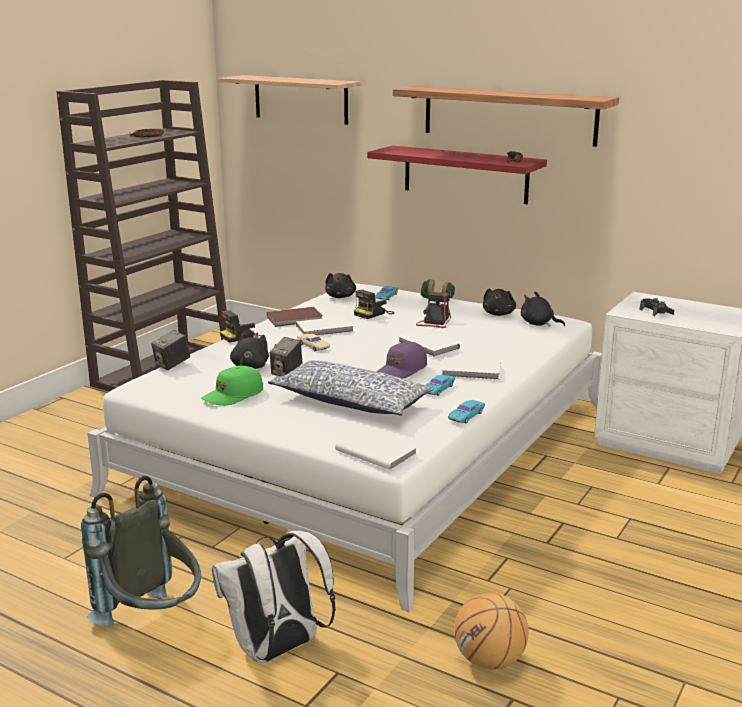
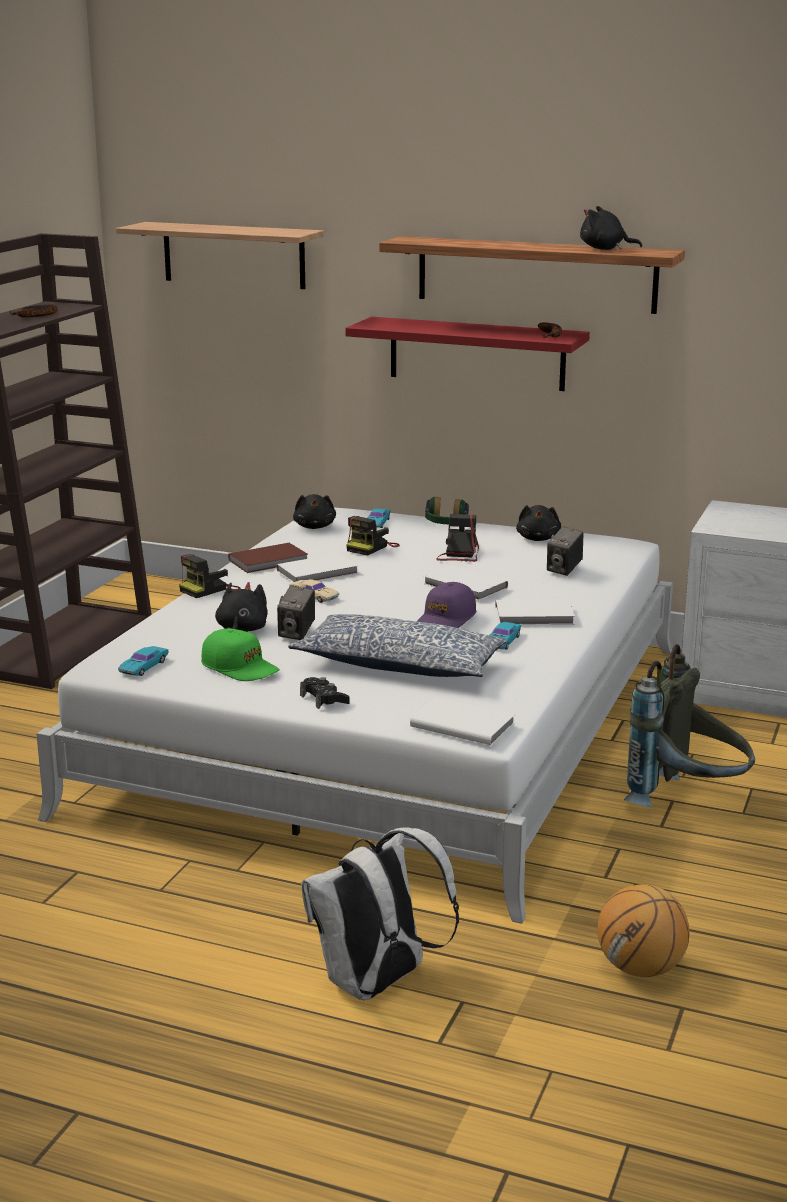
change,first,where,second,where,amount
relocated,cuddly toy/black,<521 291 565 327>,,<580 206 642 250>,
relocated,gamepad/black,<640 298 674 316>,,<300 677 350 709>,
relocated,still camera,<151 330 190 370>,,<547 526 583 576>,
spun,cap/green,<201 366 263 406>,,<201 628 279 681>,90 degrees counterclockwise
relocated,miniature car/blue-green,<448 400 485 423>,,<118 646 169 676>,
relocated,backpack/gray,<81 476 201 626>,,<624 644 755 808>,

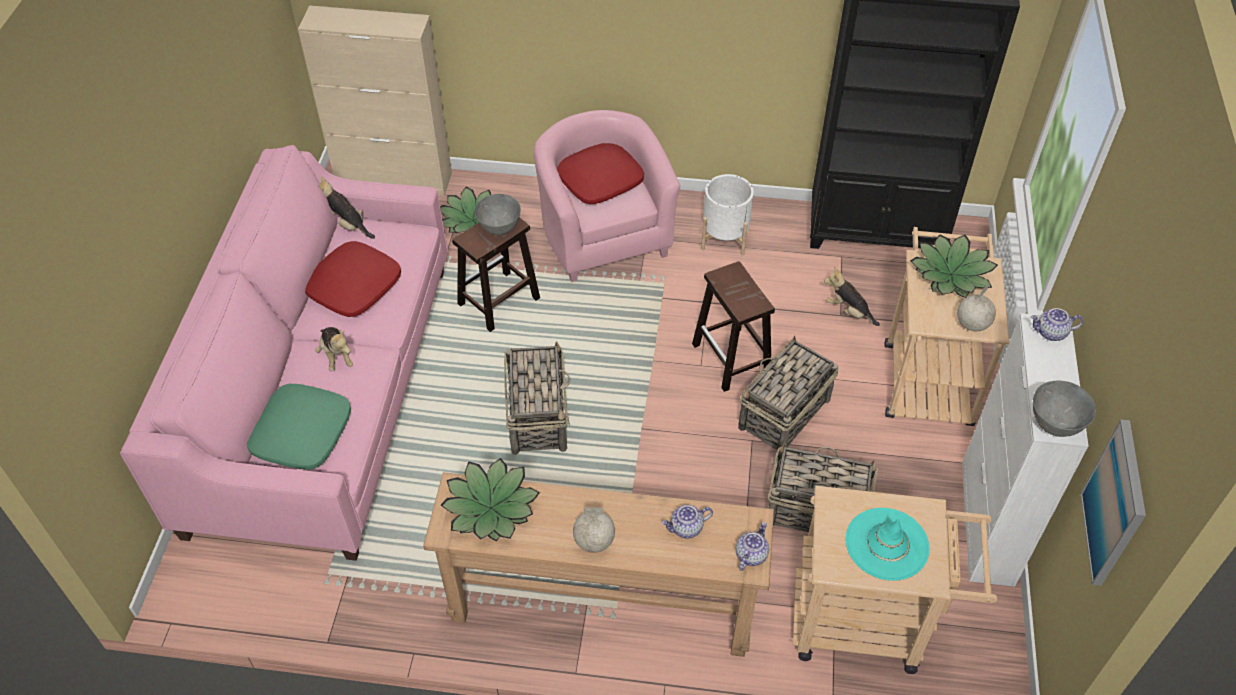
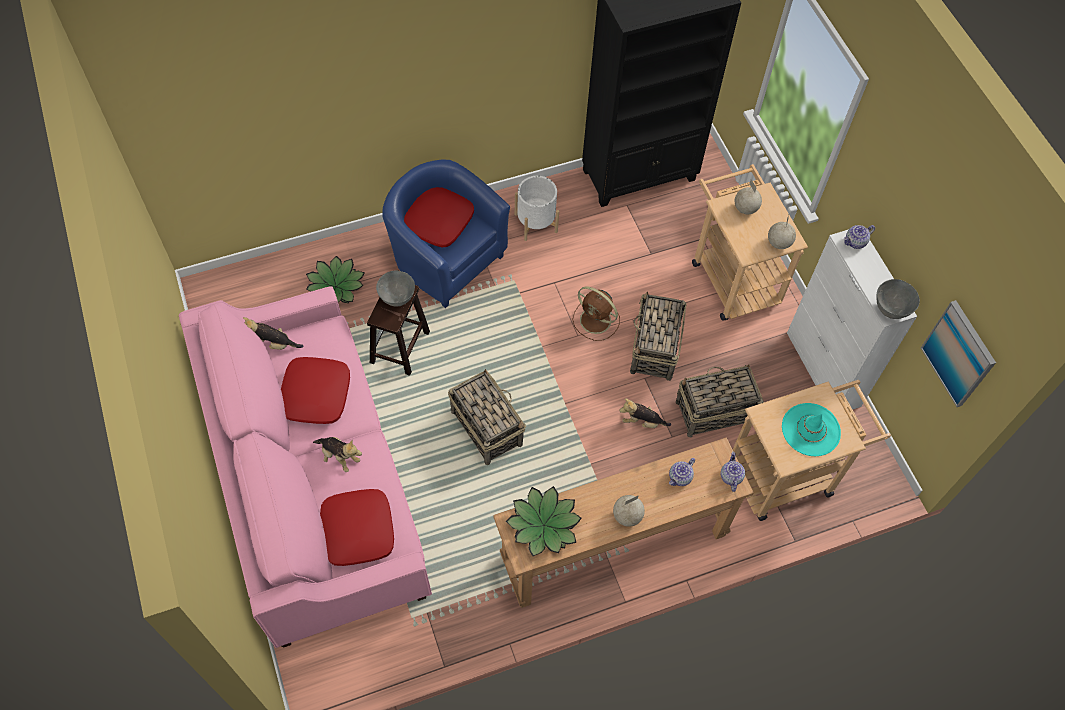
change,first,where,second,where,amount
missing,cabinet/beige-coloured,<298 5 452 196>,,,
colour,lounge chair/pink-coloured,<534 110 680 282>,lounge chair/blue,<382 160 510 308>,
exchanged,potted plant,<910 234 998 298>,desk globe,<735 179 762 214>,
exchanged,stool/brownish,<692 261 775 392>,cooling fan/brownish,<572 286 620 341>,
relocated,cuddly toy,<824 267 880 326>,,<619 398 671 428>,
colour,cushion/green,<247 384 351 470>,cushion/red-coloured,<320 489 394 566>,

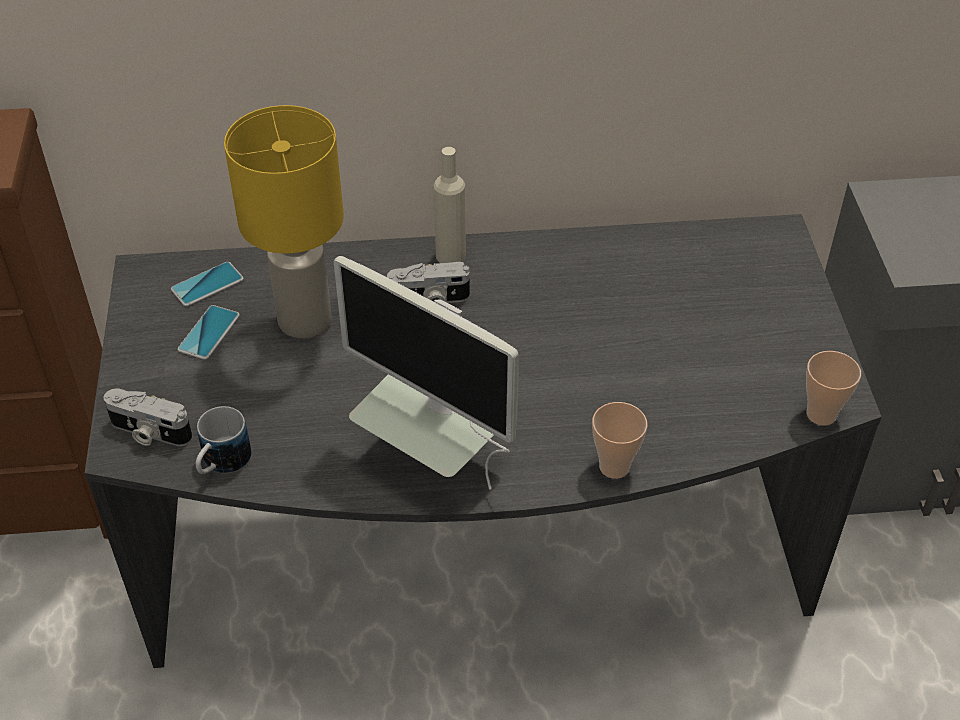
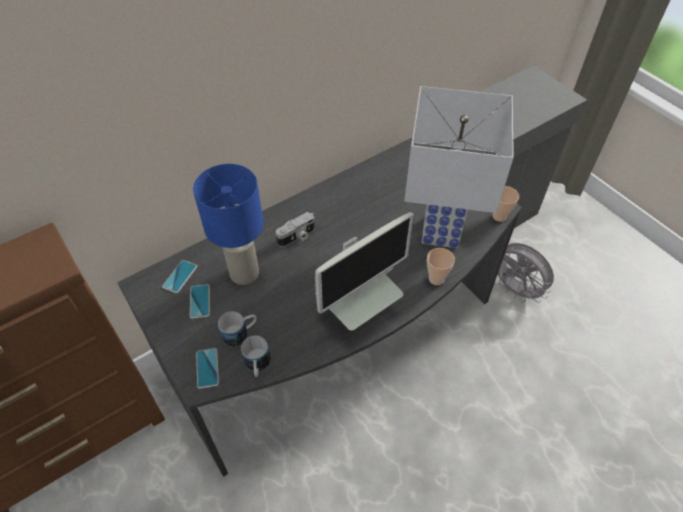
change,first,where,second,where,amount
colour,lamp for a table/yellow,<224 105 344 339>,lamp for a table/blue,<193 164 263 285>,
missing,bottle/beige-coloured,<434 147 466 263>,,,
spun,computer display,<334 256 519 490>,,<315 212 414 330>,45 degrees counterclockwise
exchanged,still camera,<104 388 193 446>,phone,<196 348 219 389>,
appeared,,,lamp for a table/white-coloured,<404 86 514 248>,
appeared,,,cooling fan/gray,<497 243 554 303>,
appeared,,,coffee mug,<218 311 257 347>,

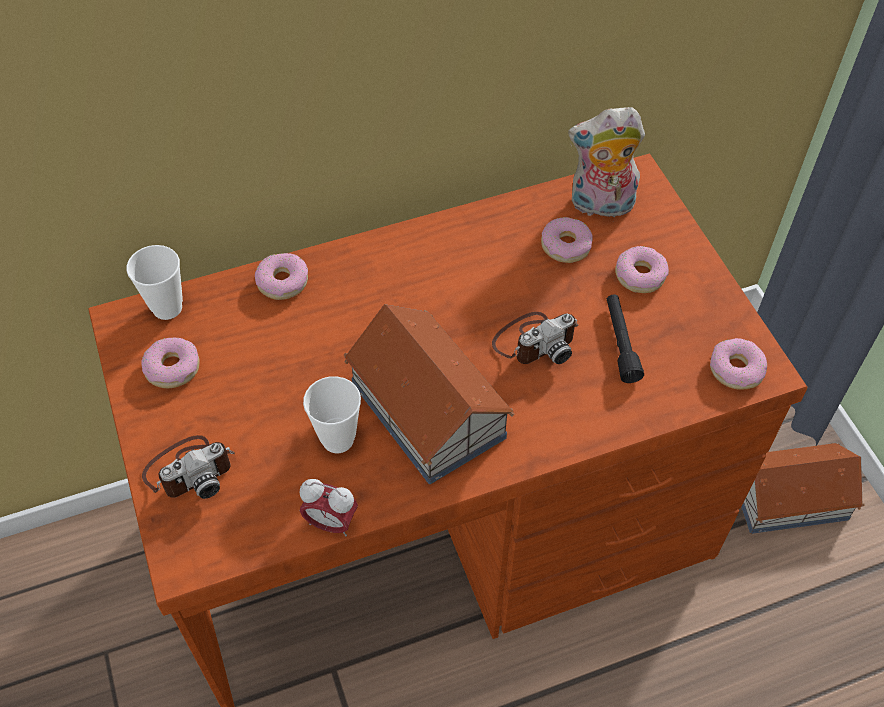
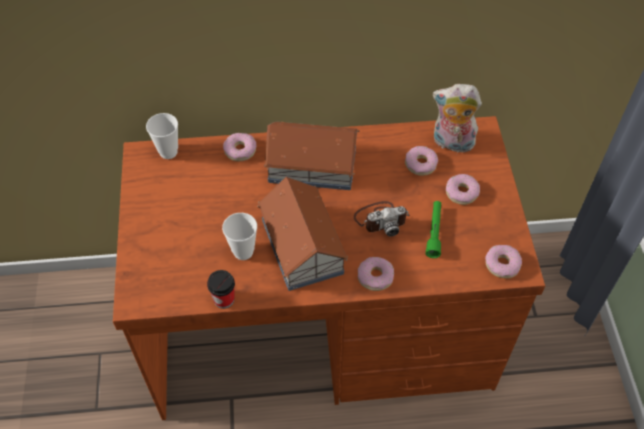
change,first,where,second,where,amount
colour,torch/black,<607 295 644 383>,torch/green,<426 201 441 258>,
relocated,ring doughnut,<141 337 200 388>,,<358 257 394 291>,
missing,still camera,<142 435 235 499>,,,
relocated,model house,<741 443 865 534>,,<264 122 360 190>,
exchanged,alarm clock,<299 479 358 537>,small cup,<207 270 235 309>,

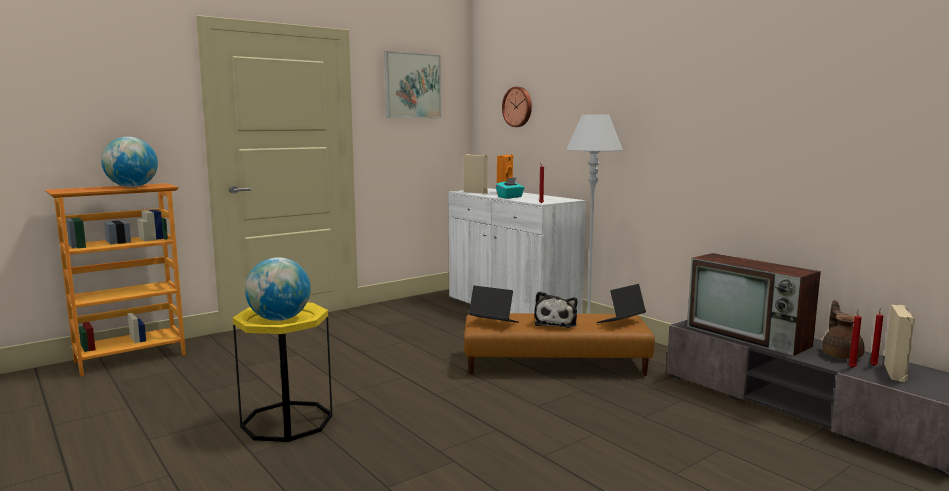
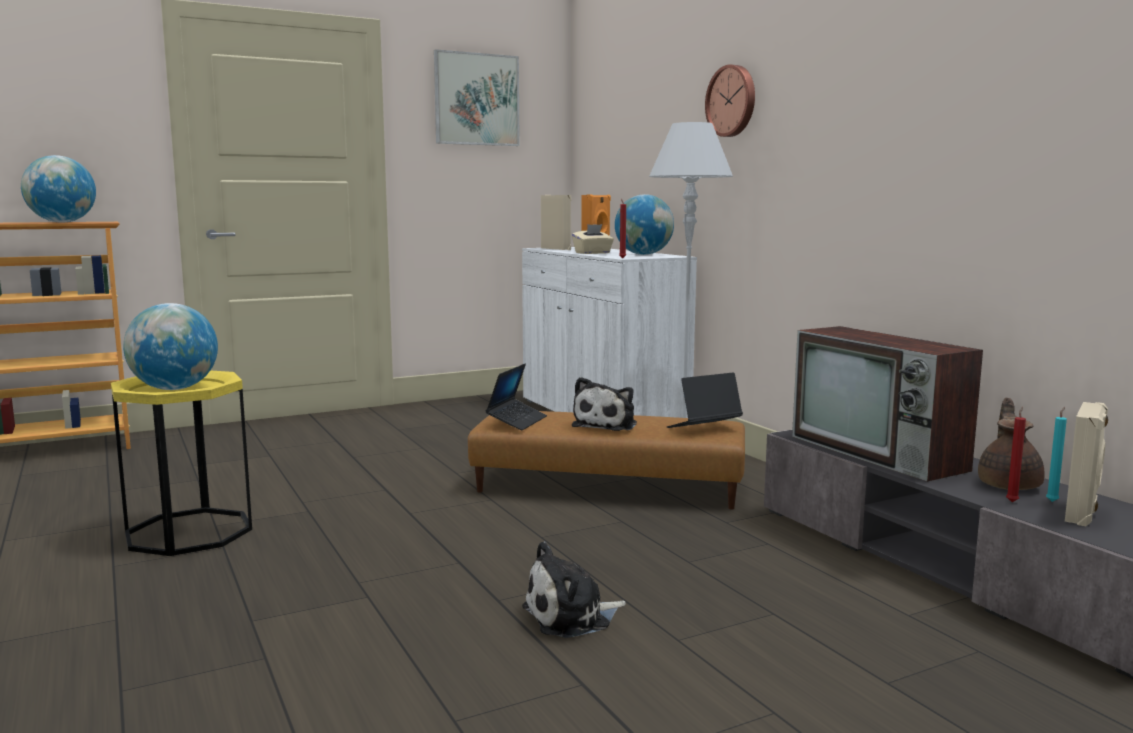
change,first,where,second,where,amount
relocated,hanging clock,<502 87 532 127>,,<705 64 755 137>,
colour,tissue box/blue-green,<496 177 525 198>,tissue box/beige-coloured,<572 224 614 254>,
spun,portable computer,<469 286 519 323>,,<486 364 547 430>,75 degrees clockwise
colour,candle/red-coloured,<870 308 883 366>,candle/blue-green,<1046 407 1067 502>,
appeared,,,desk globe,<615 194 674 255>,
appeared,,,cuddly toy,<522 541 626 638>,

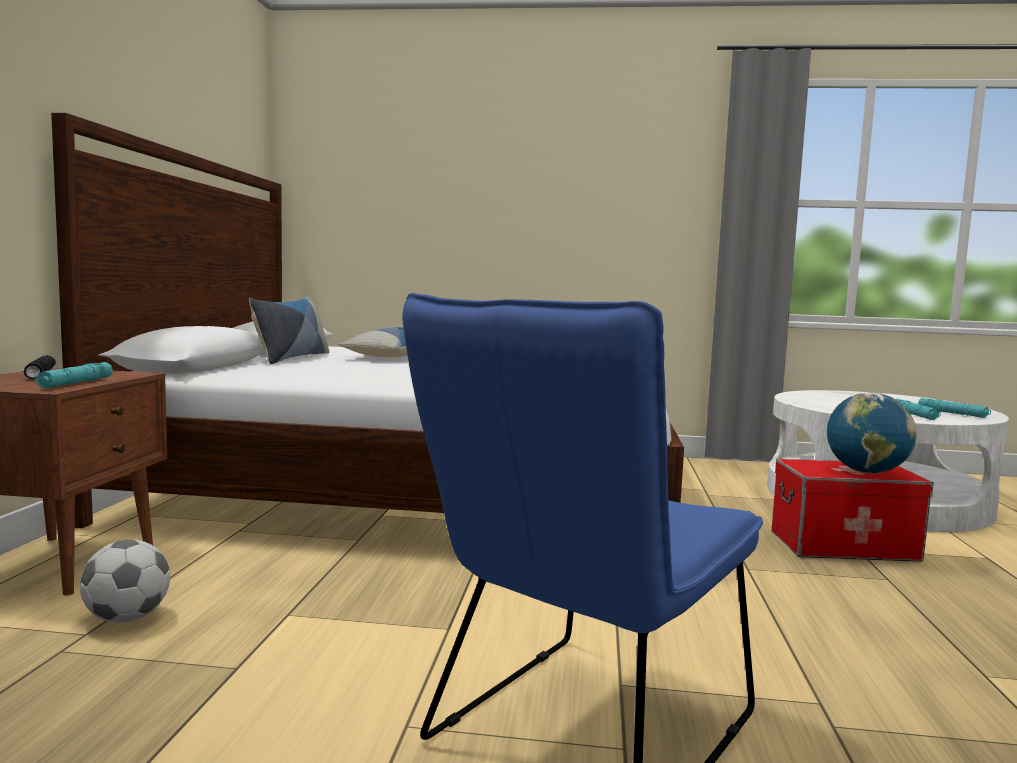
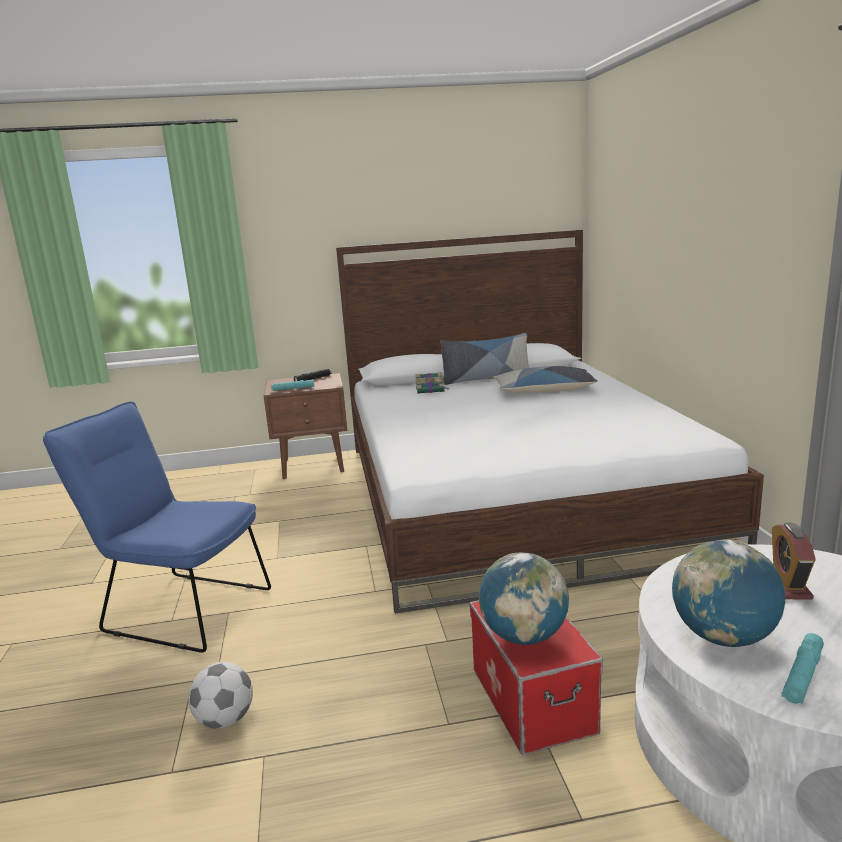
change,first,where,second,where,amount
exchanged,torch/blue-green,<895 398 941 420>,desk globe,<672 540 785 647>,
relocated,football,<80 540 170 623>,,<188 662 253 729>,
appeared,,,bound book,<415 372 448 394>,
appeared,,,alarm clock,<772 523 816 600>,

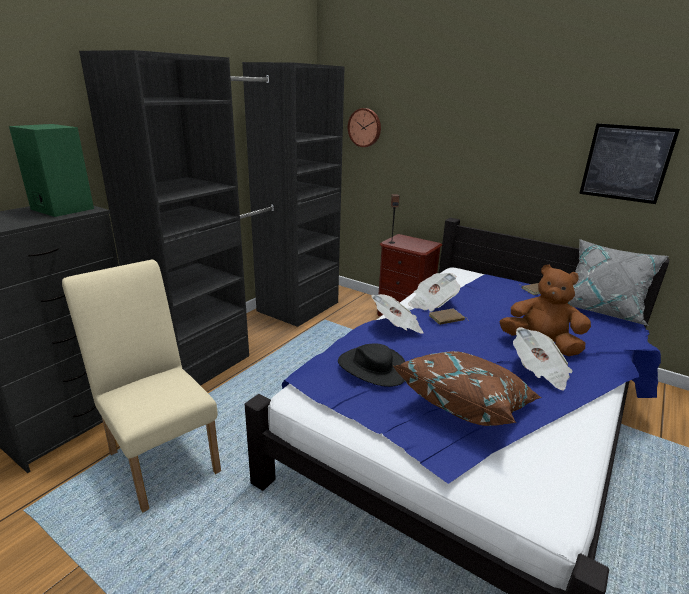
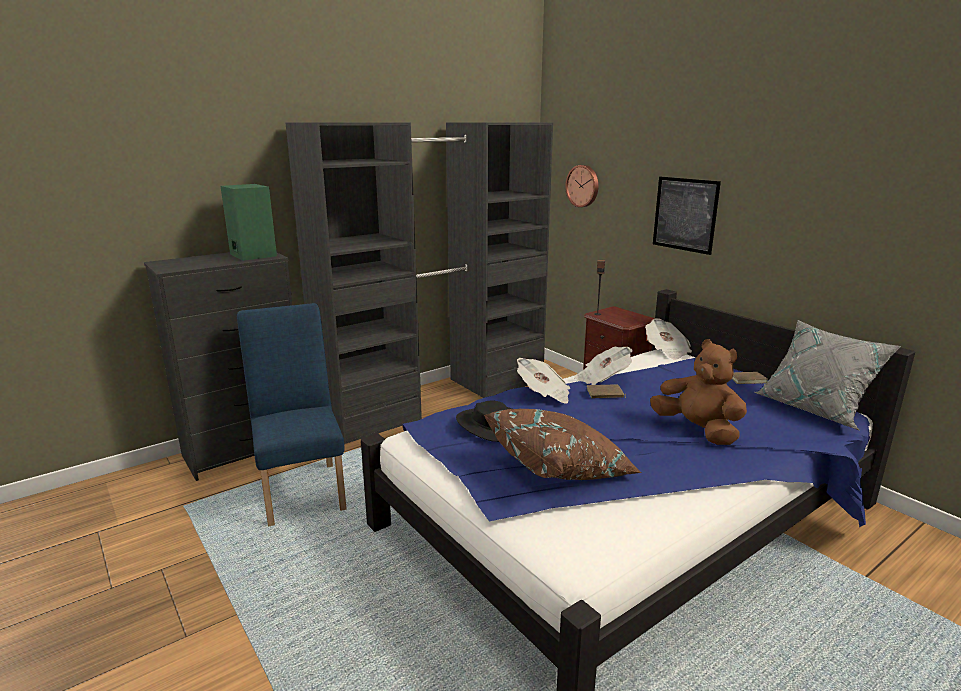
change,first,where,second,where,amount
relocated,wall picture,<579 123 680 204>,,<653 177 721 255>,
colour,upright chair/beige-coloured,<62 259 221 513>,upright chair/blue,<237 303 347 527>,
relocated,newspaper,<513 327 572 390>,,<645 318 692 360>,

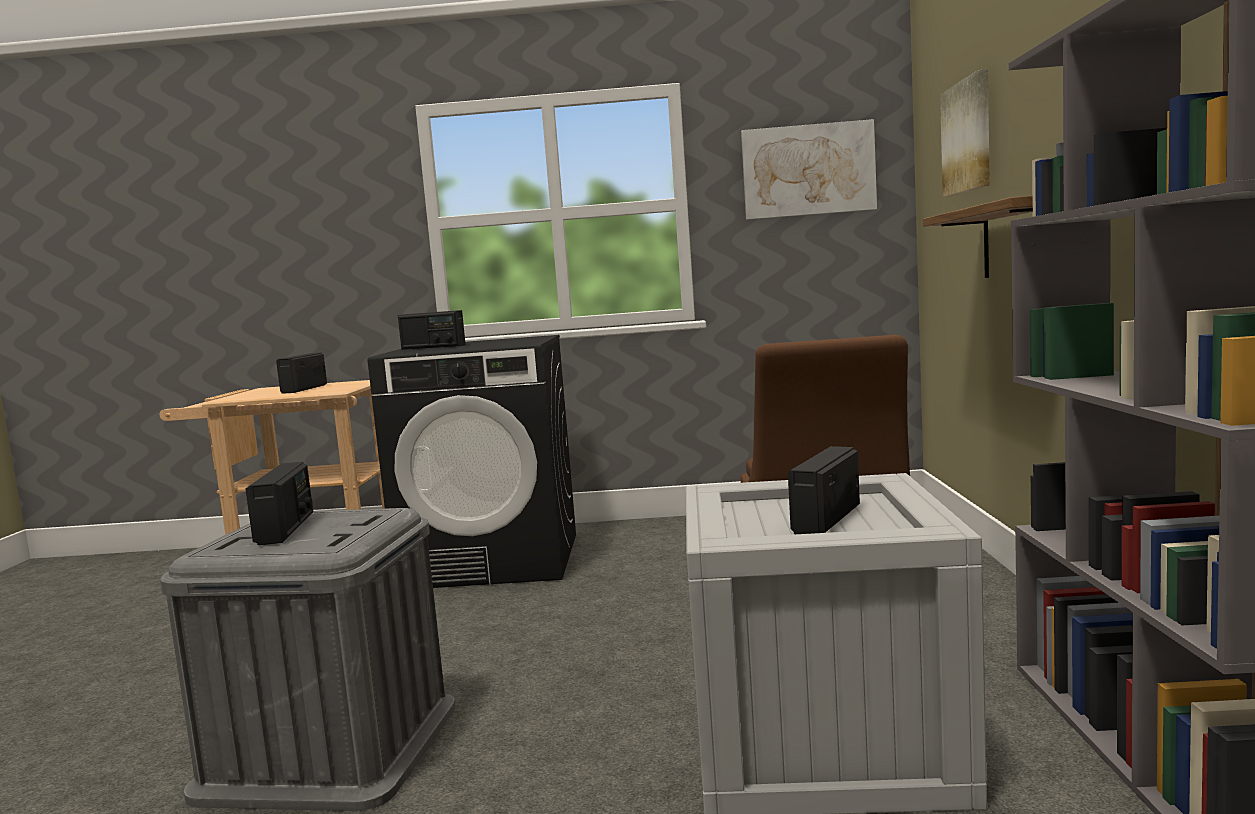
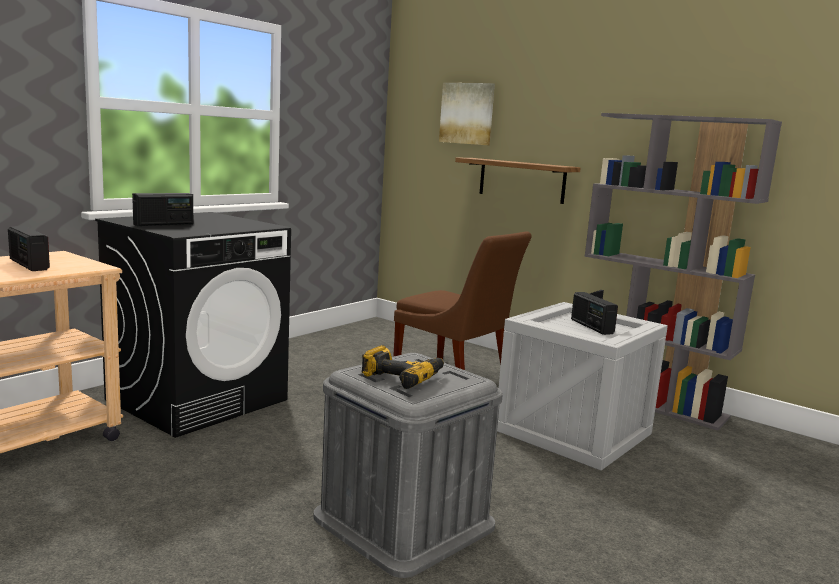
change,first,where,second,where,amount
missing,wall picture,<741 119 877 220>,,,
exchanged,radio,<245 462 313 545>,electric drill,<361 345 444 389>,

